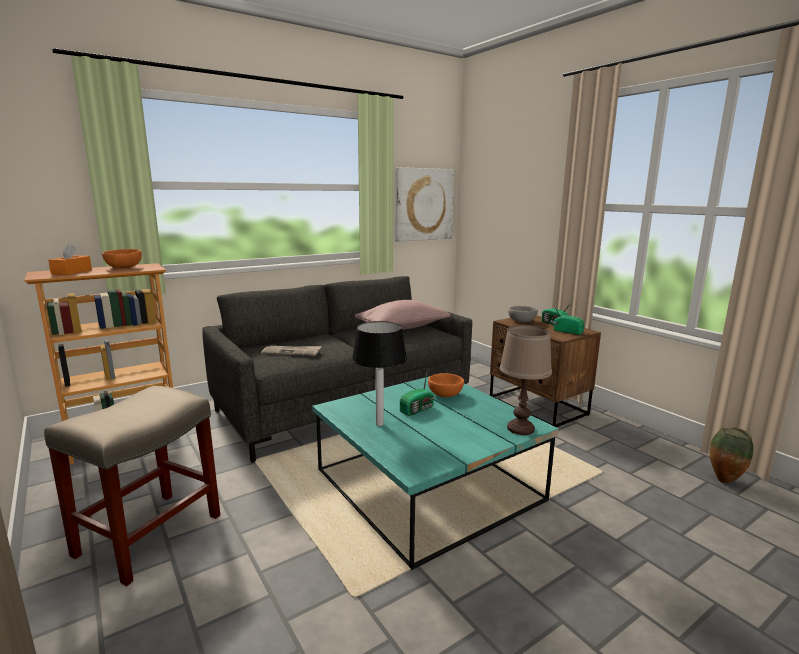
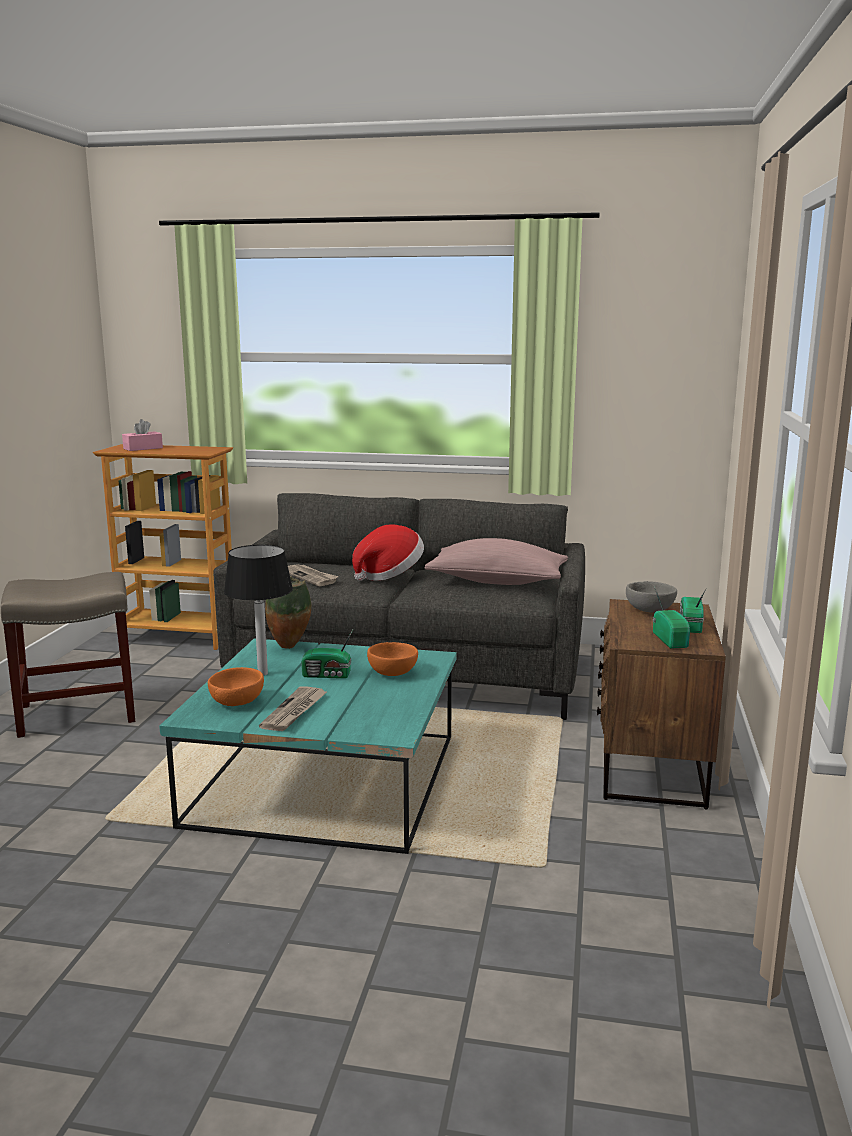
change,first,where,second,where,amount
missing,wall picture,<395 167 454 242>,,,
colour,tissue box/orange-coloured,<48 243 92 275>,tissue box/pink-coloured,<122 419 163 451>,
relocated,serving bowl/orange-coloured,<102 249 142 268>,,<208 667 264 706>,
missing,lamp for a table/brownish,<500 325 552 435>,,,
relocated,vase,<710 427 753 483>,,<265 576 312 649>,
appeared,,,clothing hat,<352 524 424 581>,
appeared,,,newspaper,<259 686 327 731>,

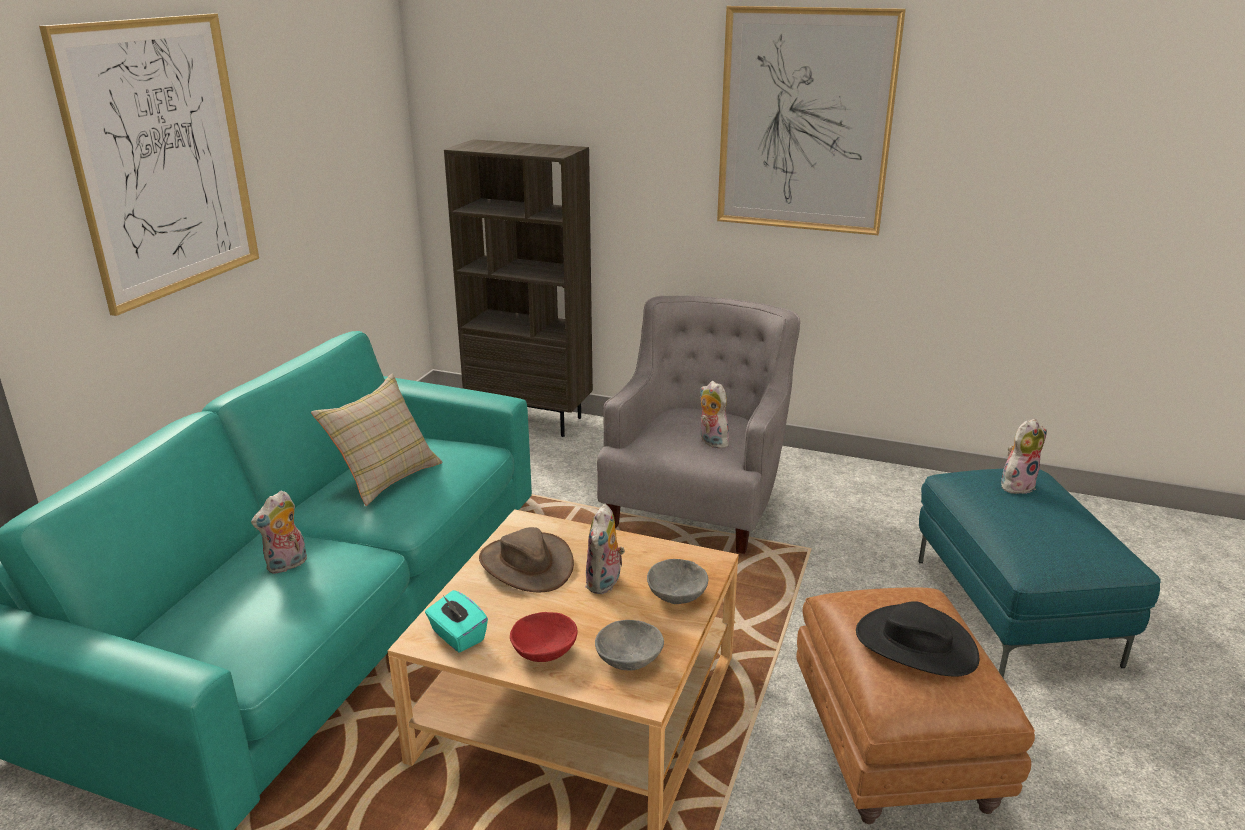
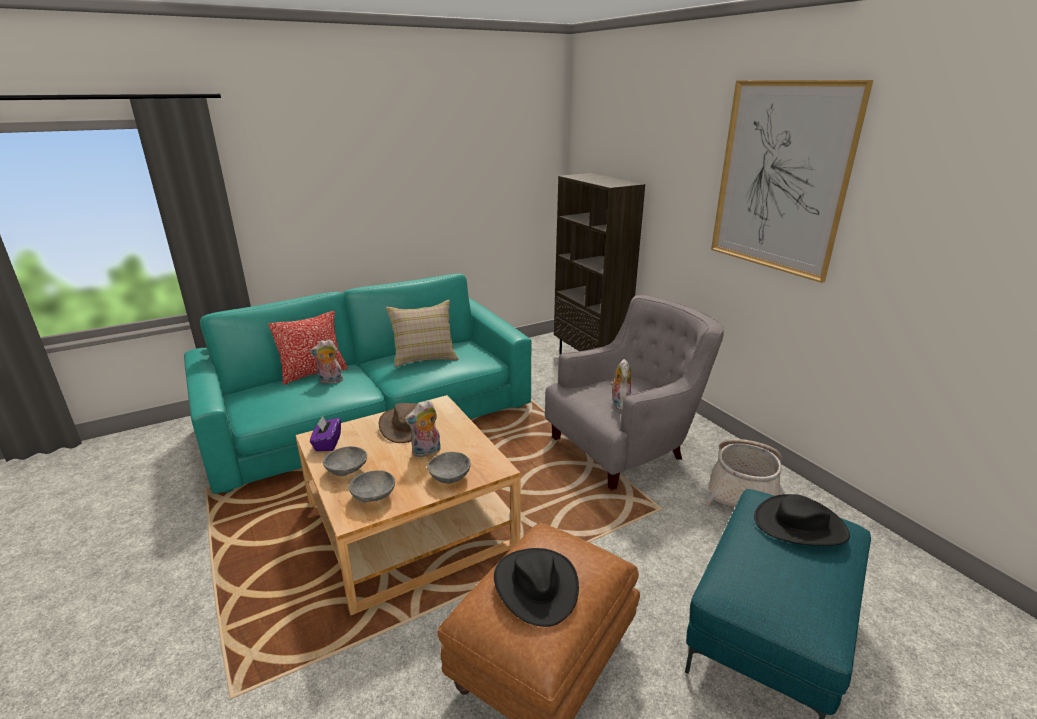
change,first,where,second,where,amount
missing,wall picture,<39 13 259 316>,,,
exchanged,cuddly toy,<1001 419 1047 494>,clothing hat/black,<754 494 850 546>,
colour,tissue box/blue-green,<425 590 488 652>,tissue box/purplish,<310 415 341 451>,
colour,serving bowl/red-coloured,<510 612 578 662>,serving bowl/gray,<323 446 367 476>,
appeared,,,cushion,<268 311 348 385>,
appeared,,,basket,<706 439 782 507>,

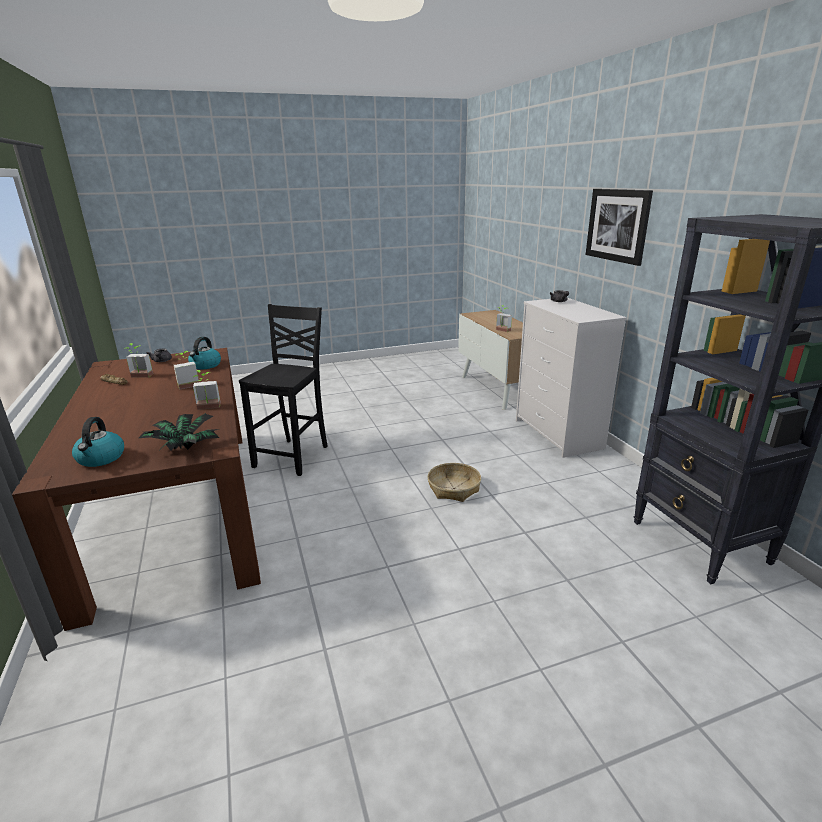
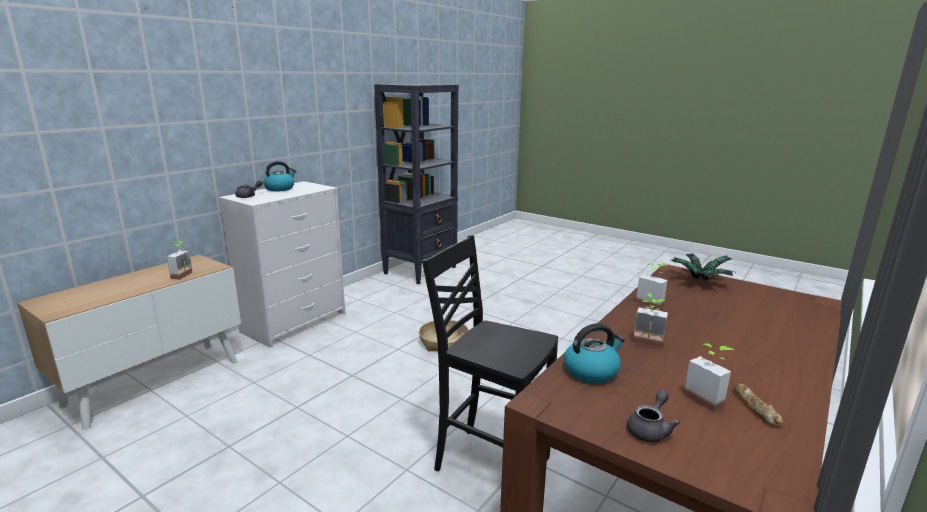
change,first,where,second,where,amount
missing,wall picture,<586 189 653 266>,,,
spun,upright chair/black,<239 304 327 476>,,<422 235 558 471>,45 degrees clockwise
relocated,kettle,<72 417 124 467>,,<263 161 296 192>,

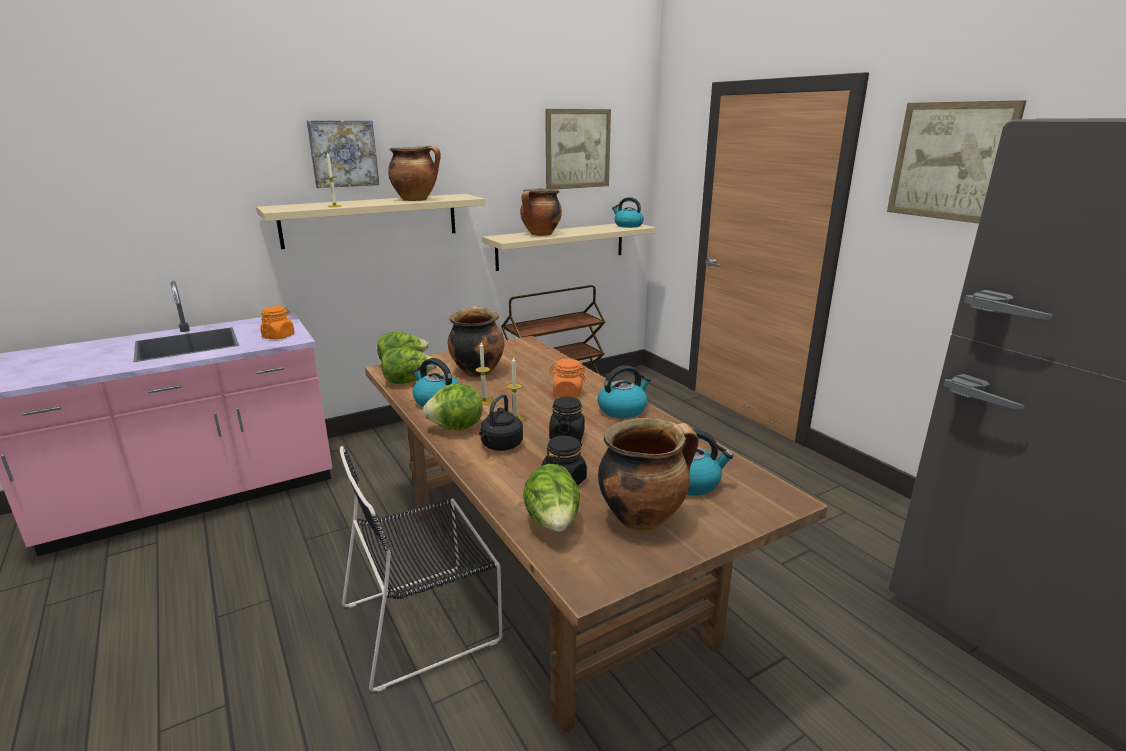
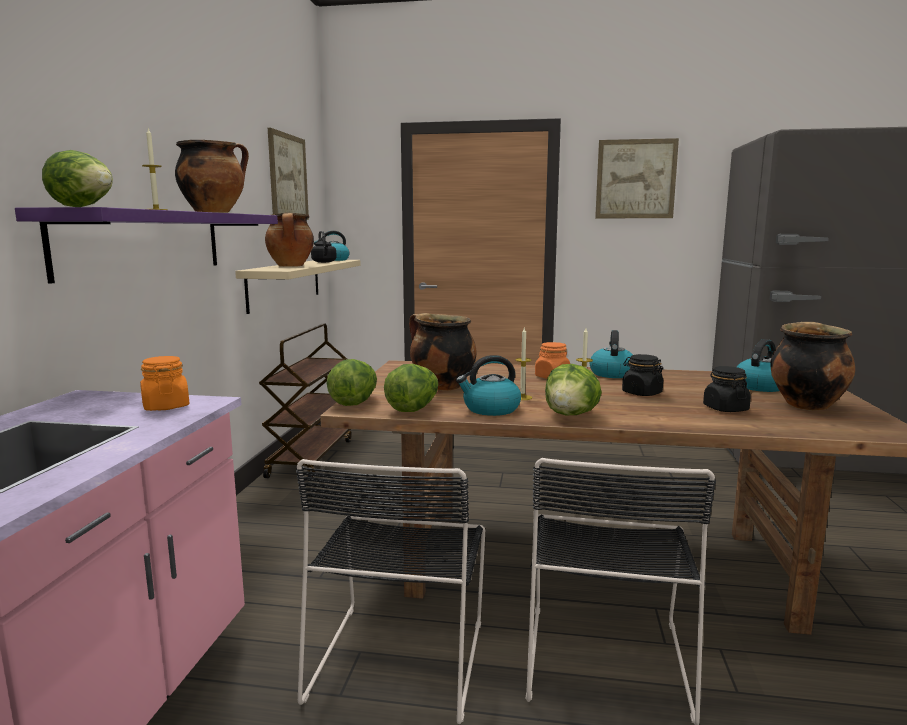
change,first,where,second,where,amount
missing,wall picture,<307 120 379 188>,,,
colour,shelf/beige-coloured,<256 194 485 249>,shelf/purplish,<15 207 278 284>,
relocated,kettle/black,<479 394 523 451>,,<311 231 337 263>,
relocated,head of lettuce,<523 464 580 532>,,<42 150 113 207>,
appeared,,,upright chair/black,<296 459 485 724>,

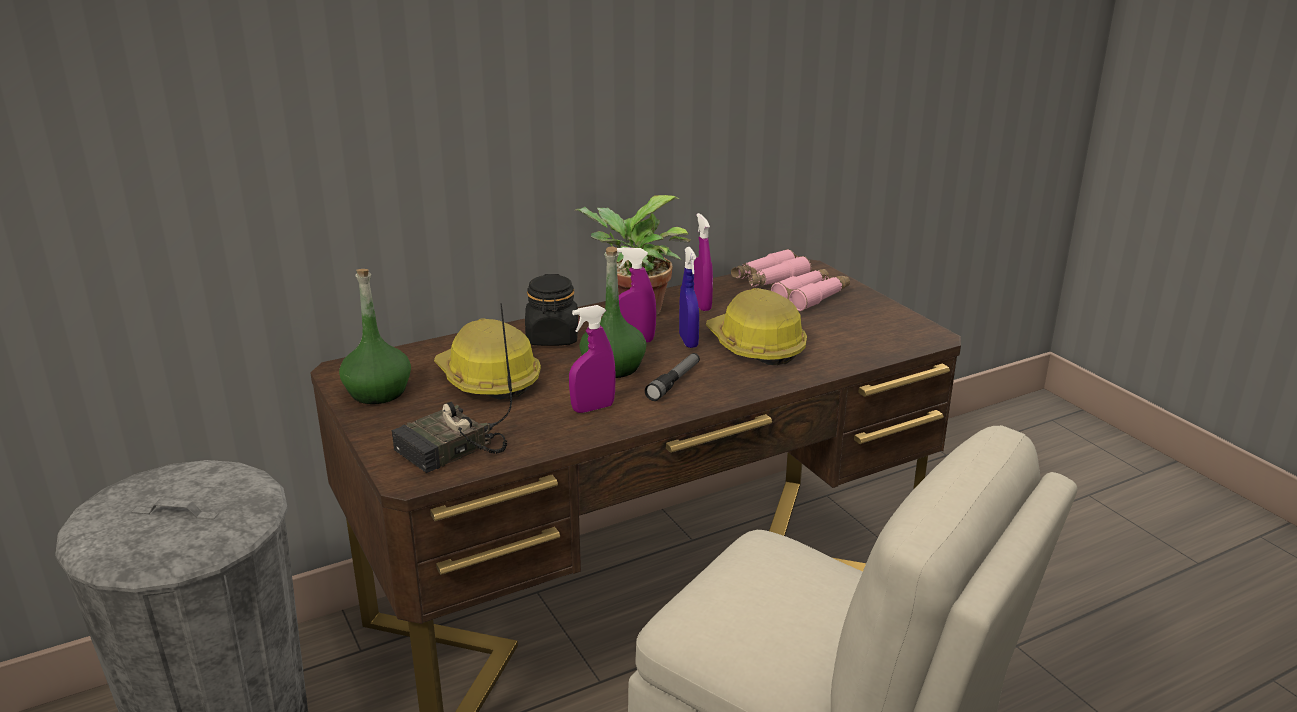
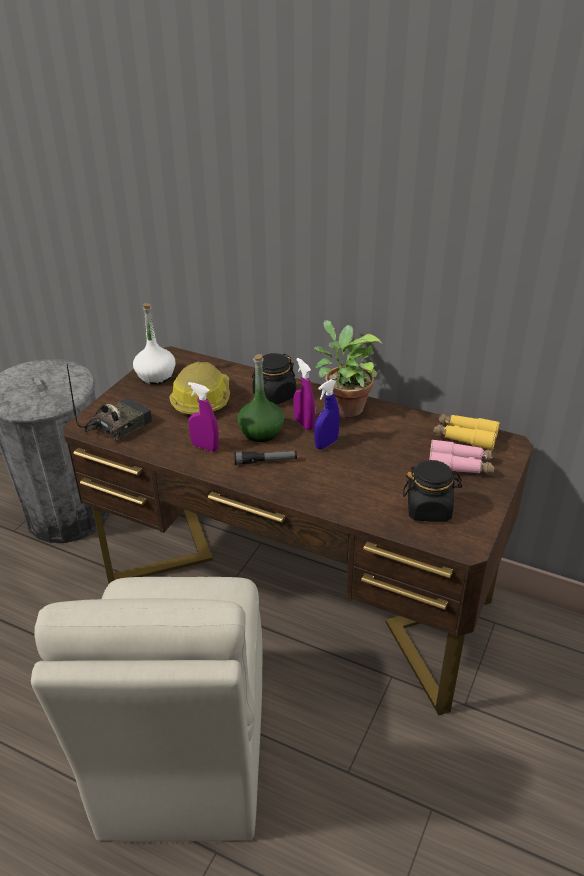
change,first,where,second,where,amount
missing,hand sprayer/purplish,<694 213 713 311>,,,
colour,binoculars/pink-coloured,<731 249 812 287>,binoculars/yellow,<433 414 500 450>,
colour,bottle/green,<339 269 411 404>,bottle/white-coloured,<133 303 176 384>,
missing,safety helmet,<706 288 807 365>,,,
spun,radio,<392 303 512 473>,,<67 364 152 442>,120 degrees clockwise
appeared,,,jar/black,<403 460 462 522>,

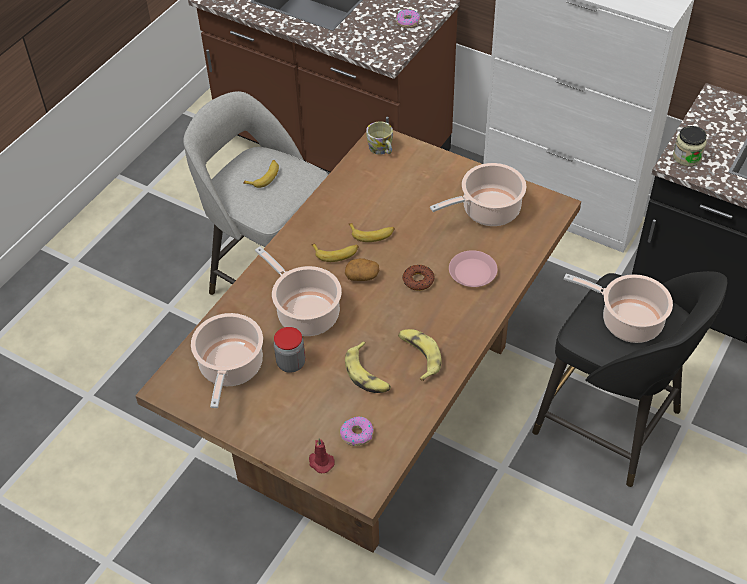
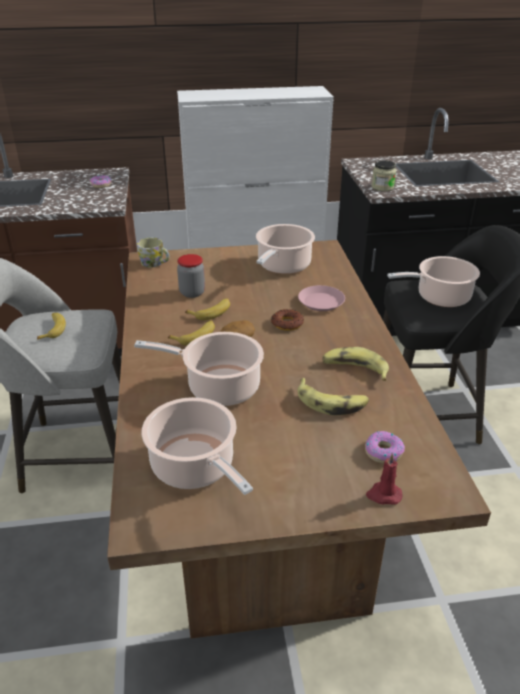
change,first,where,second,where,amount
relocated,jar,<274 327 305 373>,,<177 254 205 298>,

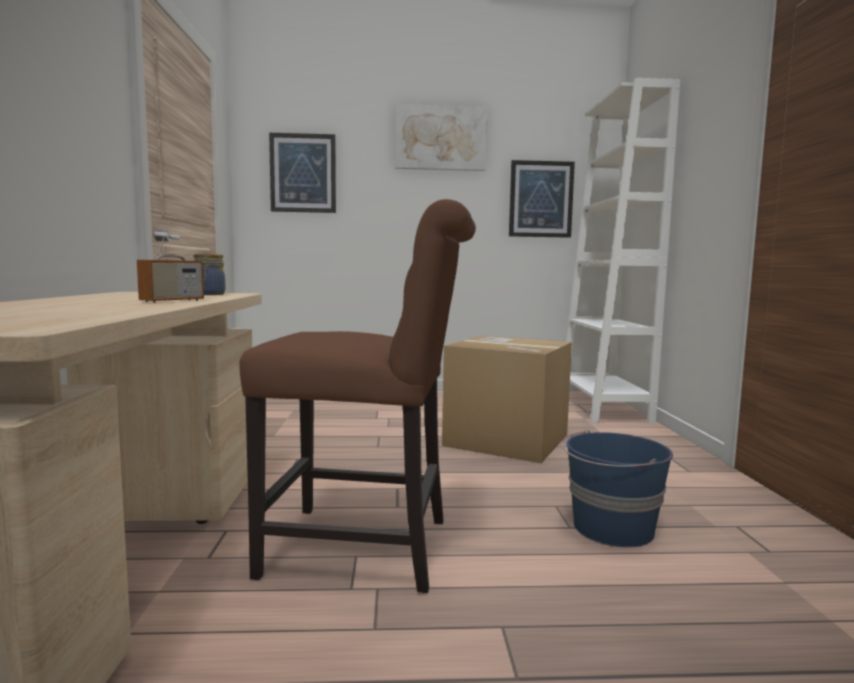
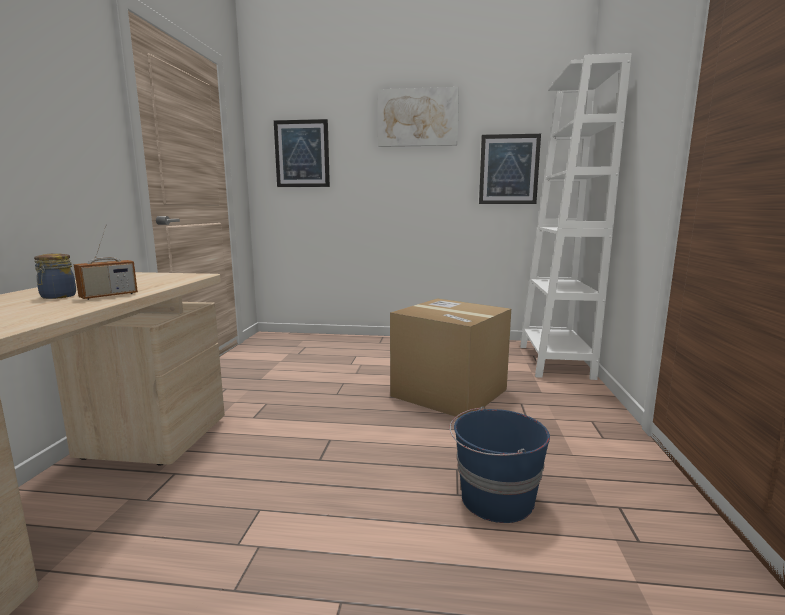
change,first,where,second,where,amount
missing,upright chair/brownish,<239 199 476 593>,,,
relocated,jar,<194 253 225 295>,,<34 253 76 299>,

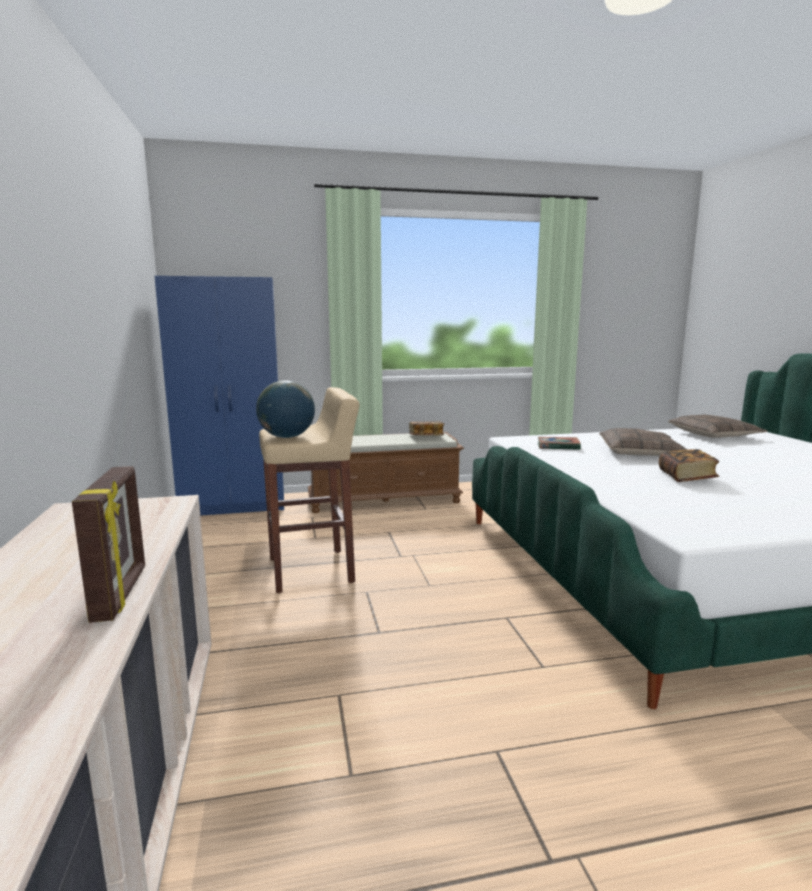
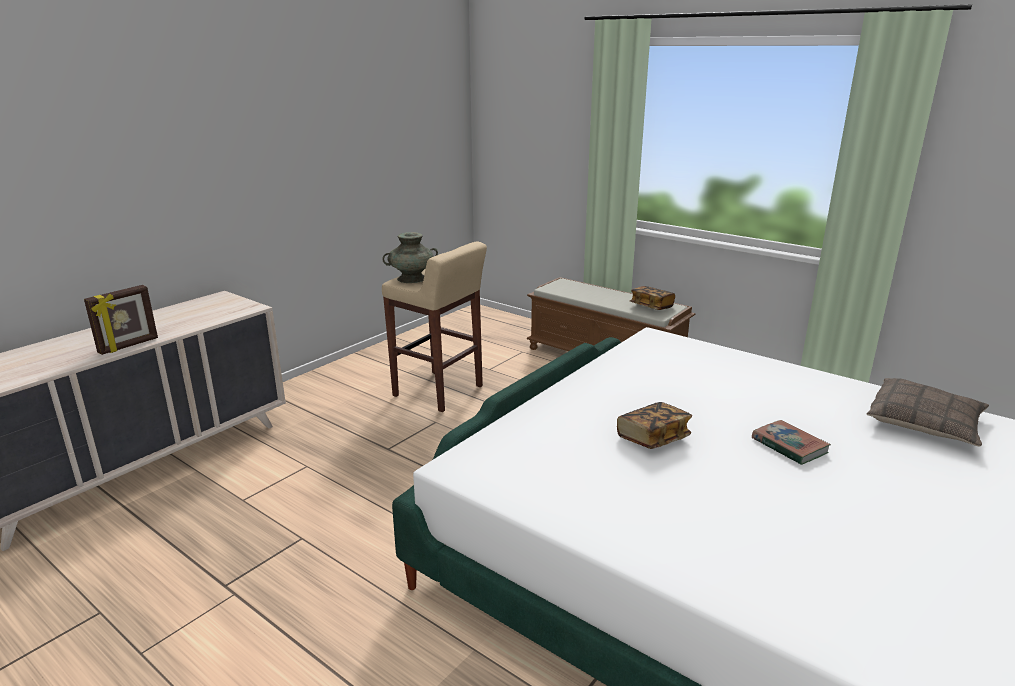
change,first,where,second,where,amount
missing,clothes cupboard/blue,<155 276 284 516>,,,
exchanged,desk globe,<256 380 315 438>,vase/blue-green,<382 232 438 283>,
missing,cushion,<600 428 687 456>,,,
relocated,bound book,<537 437 581 450>,,<752 420 831 465>,

